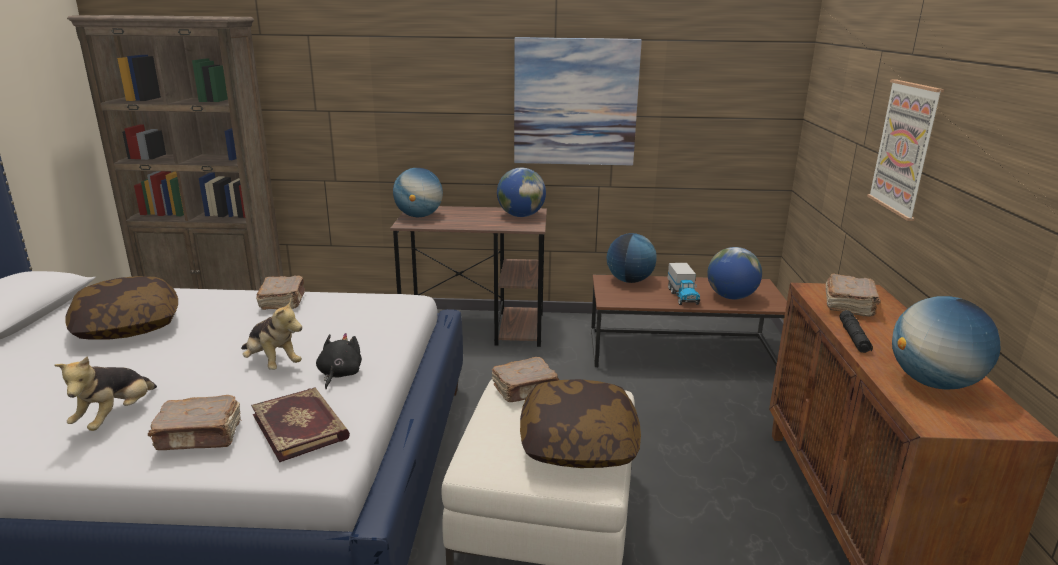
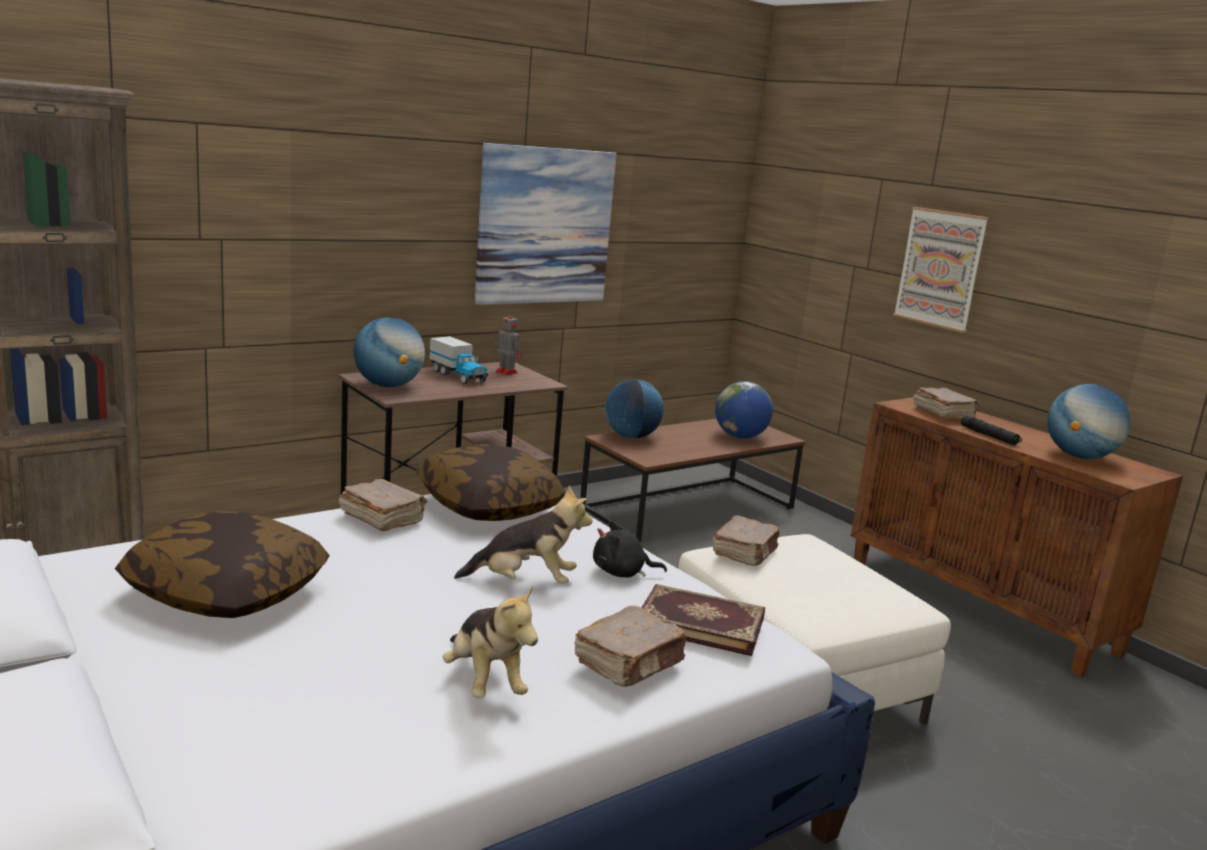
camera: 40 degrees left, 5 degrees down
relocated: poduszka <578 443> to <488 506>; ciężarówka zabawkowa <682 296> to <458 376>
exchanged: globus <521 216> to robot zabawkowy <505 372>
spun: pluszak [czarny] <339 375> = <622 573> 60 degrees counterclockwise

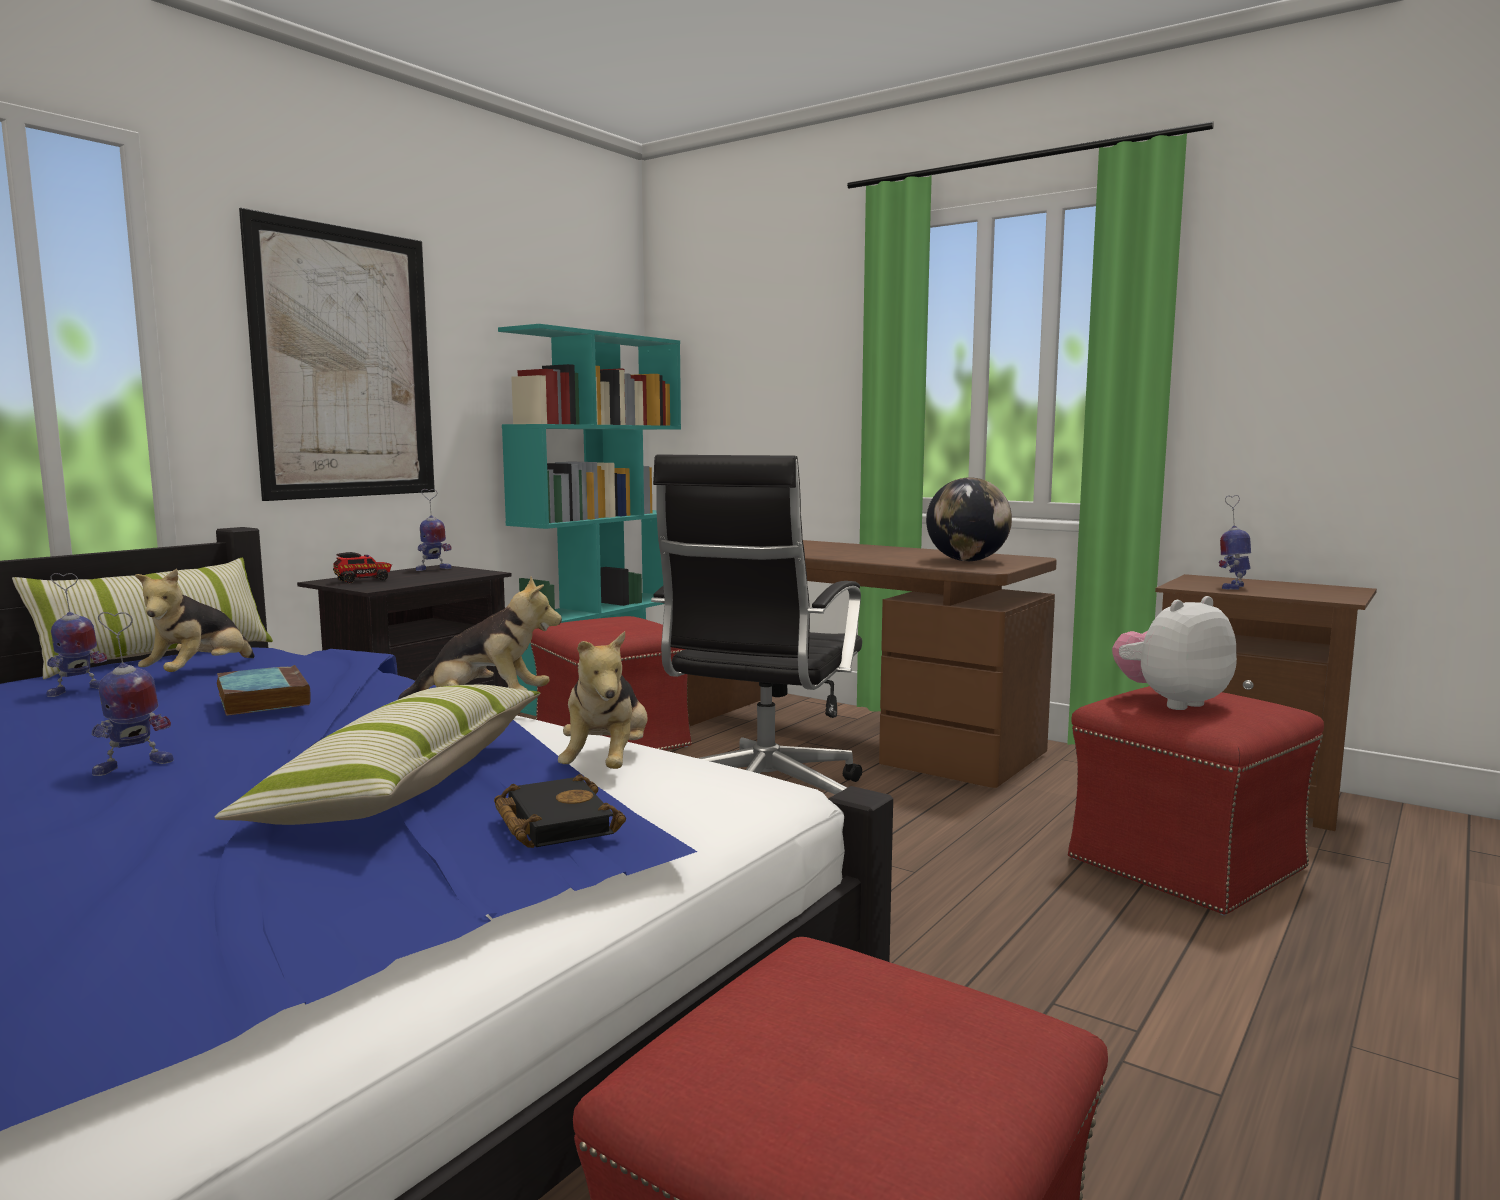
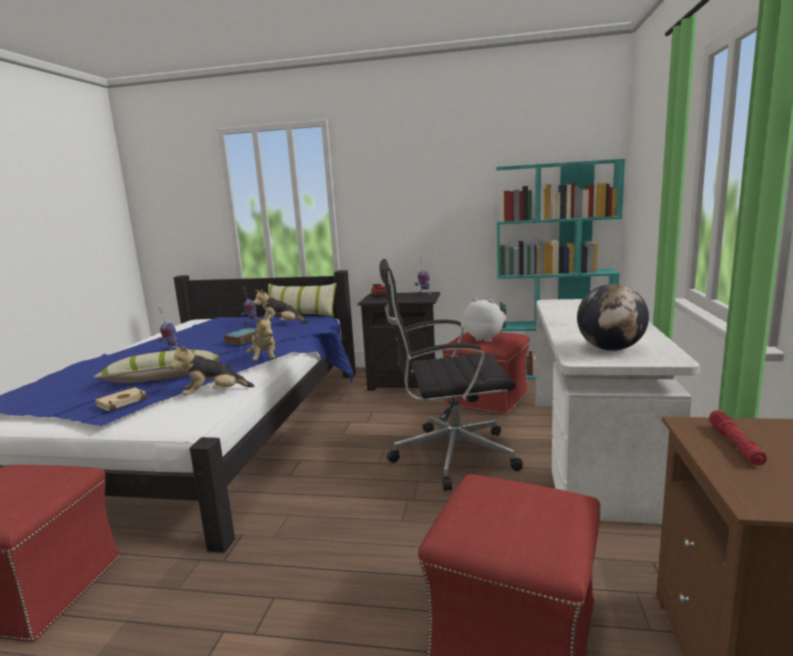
camera: 65 degrees right, 5 degrees up
missing: obraz <345 363>
relocated: pluszak <1171 702> to <486 339>
exchanged: robot zabawkowy <1233 587> to latarka [czerwony] <735 445>
colour: książka [czarny] <552 822> to książka [beżowy] <122 402>; biurko [brązowy] <856 738> to biurko [biały] <594 451>

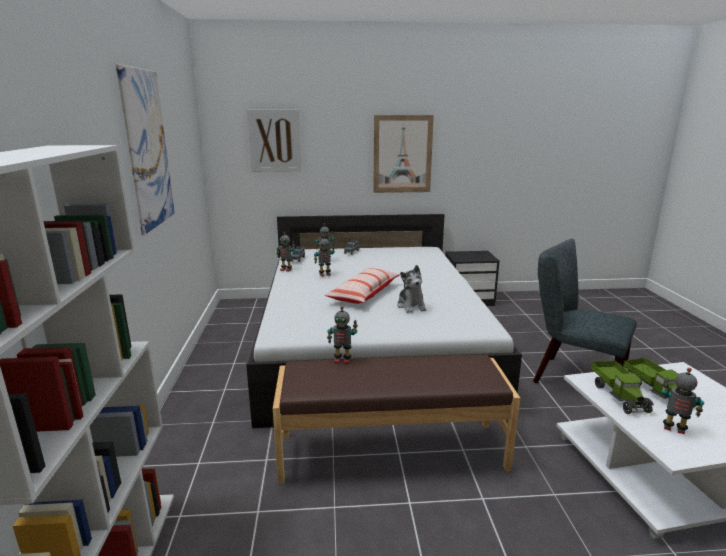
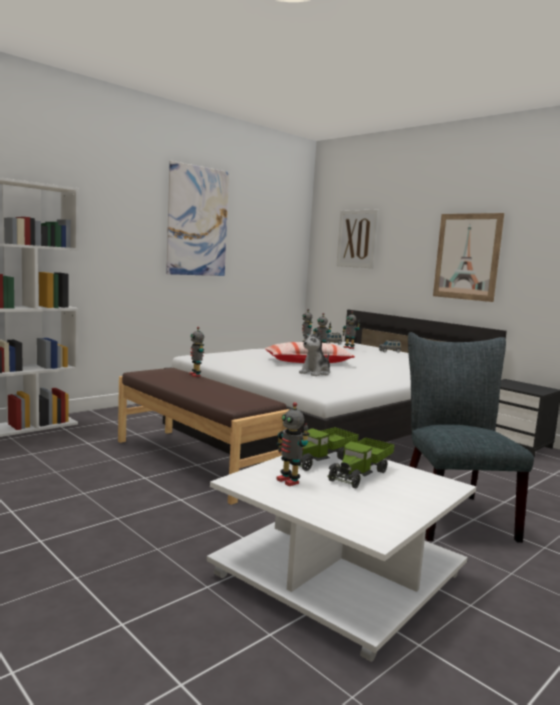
camera: 50 degrees right, 10 degrees down
spun: robot zabawkowy <674 429> = <289 481> 150 degrees clockwise

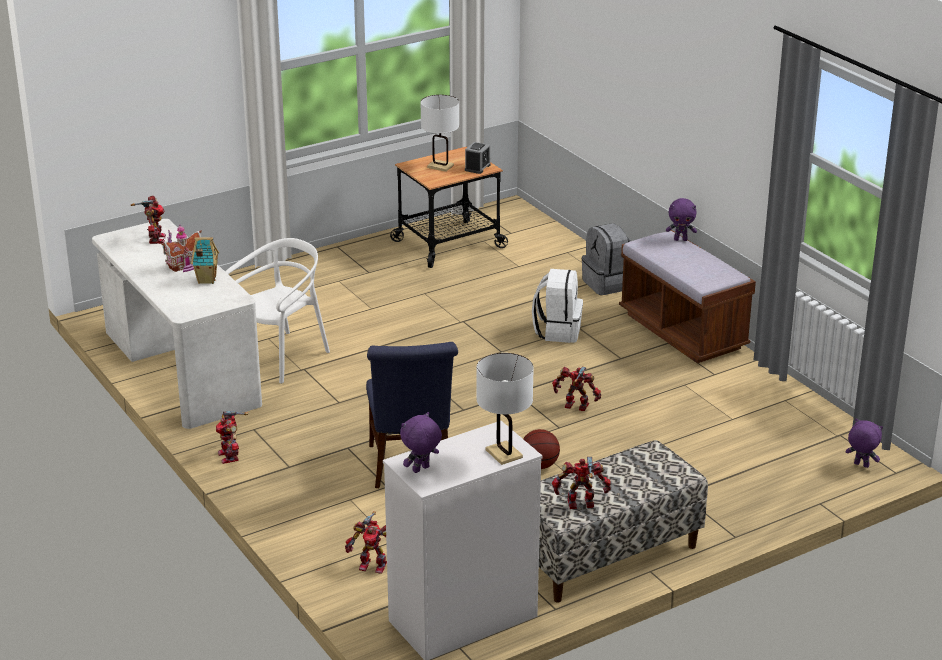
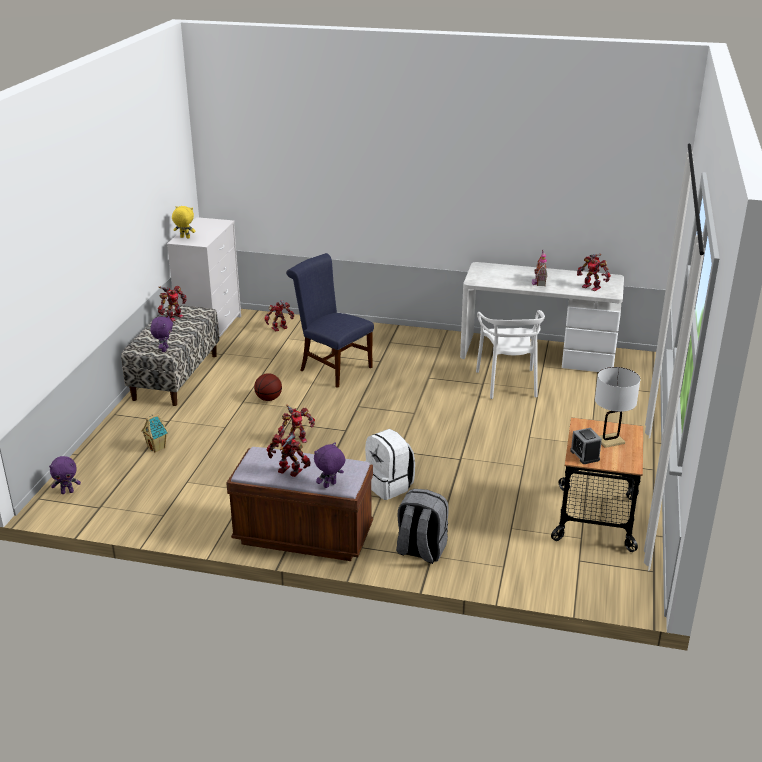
camera: 135 degrees right, 0 degrees up
relocated: domek <206 280> to <157 447>; robot zabawkowy <230 456> to <289 472>; pluszak [fioletowy] <421 470> to <164 349>
exchanged: lampa stołowa [biały] <504 454> to pluszak [żółty] <184 238>

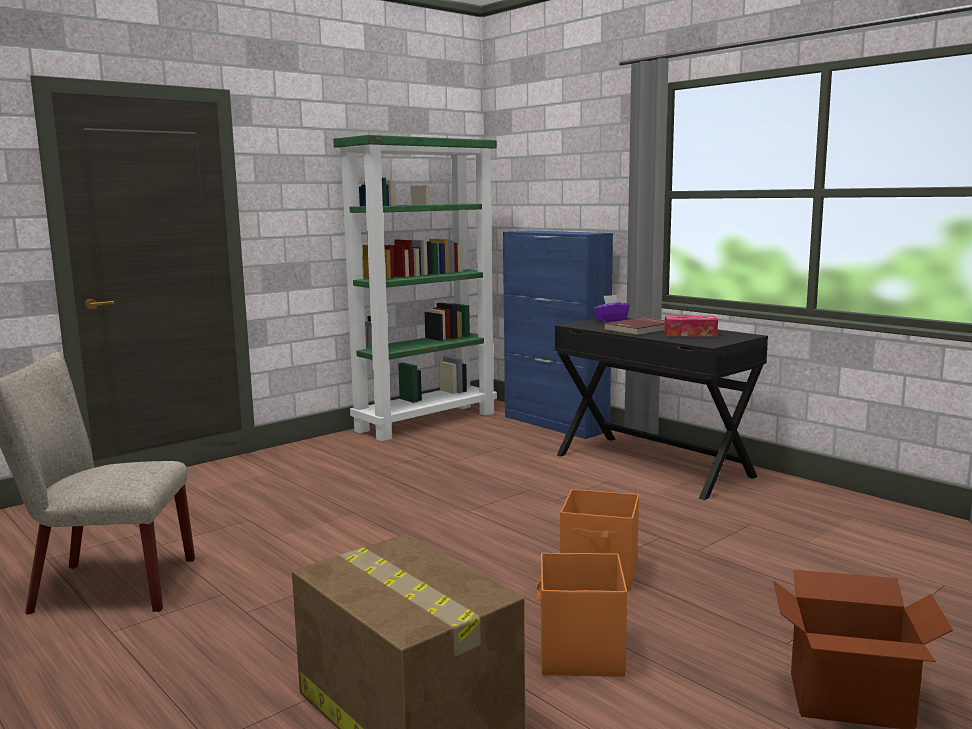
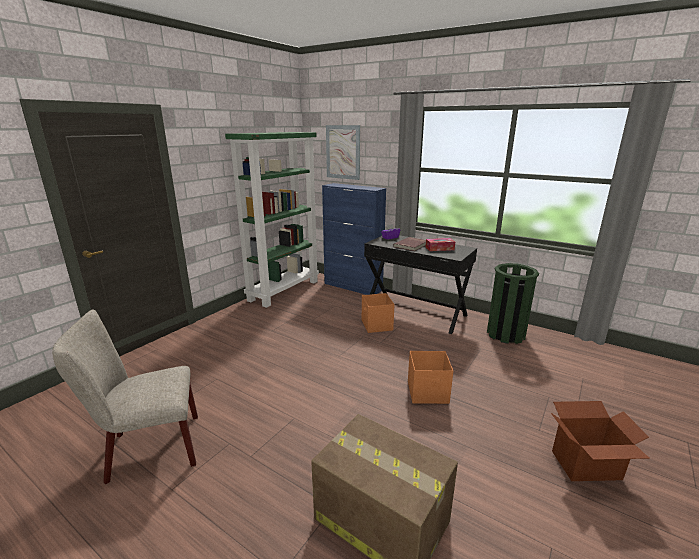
camera: 15 degrees left, 10 degrees up
appeared: obraz <343 152>; kosz na śmieci [zielony] <505 334>
relocated: pojemnik do przechowywania [pomarańczowy] <580 654> to <376 325>

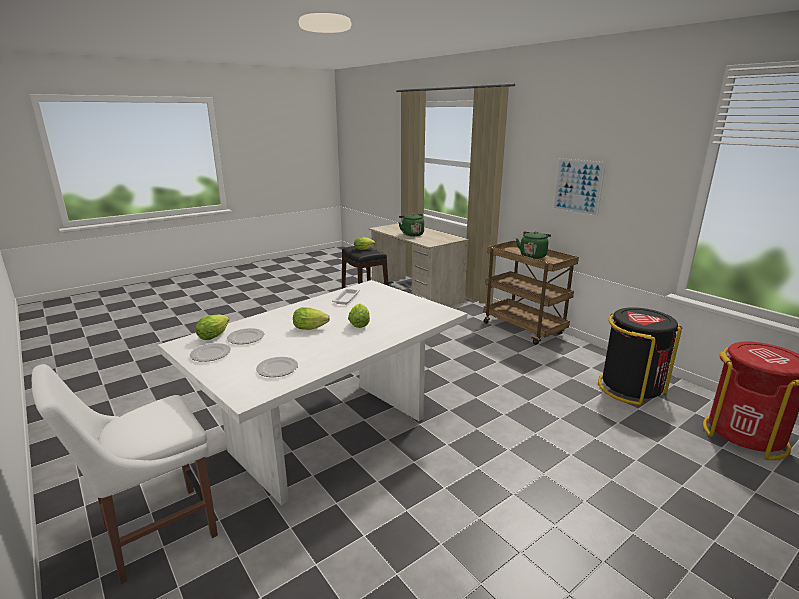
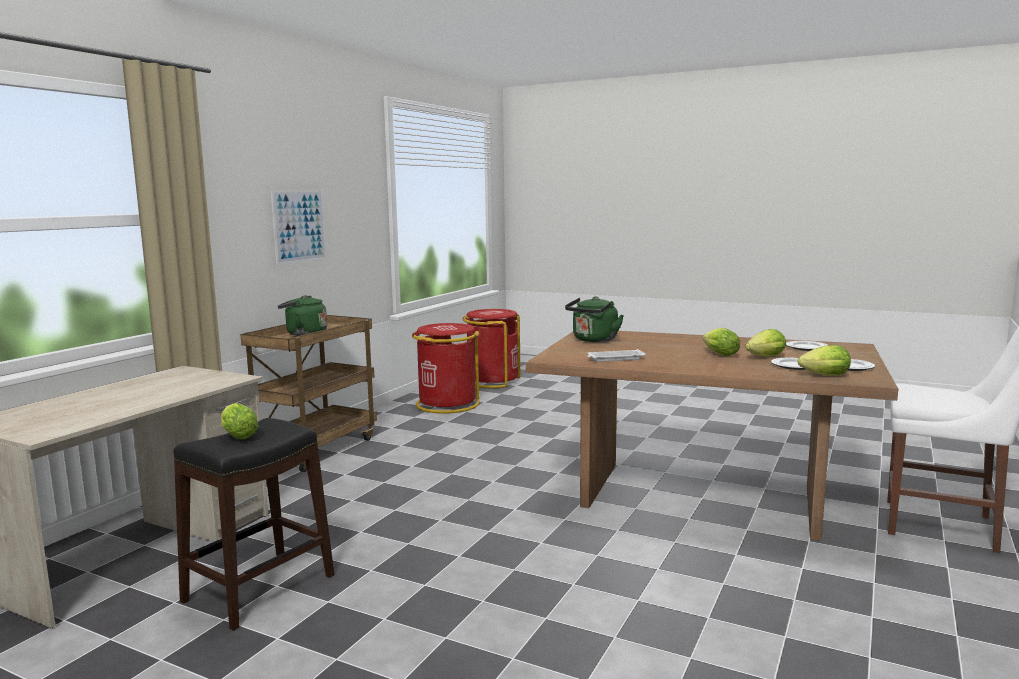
camera: 115 degrees left, 10 degrees down
relocated: sałata <359 323> to <763 357>; czajnik [zielony] <411 234> to <593 340>
colour: stół jadalny [biały] <330 433> to stół jadalny [brązowy] <699 498>; kosz na śmieci [czarny] <630 388> to kosz na śmieci [czerwony] <447 404>

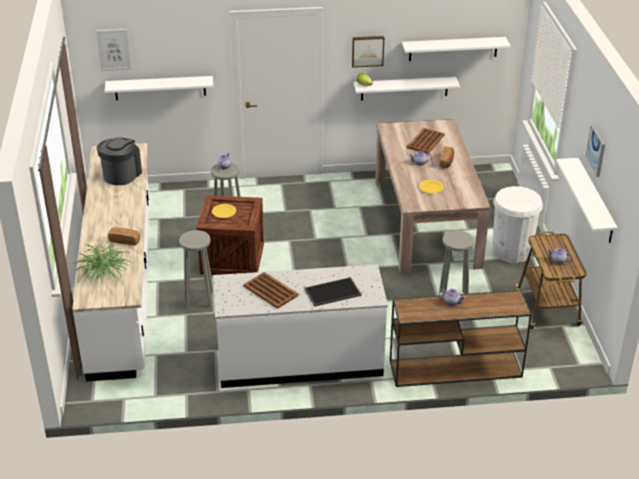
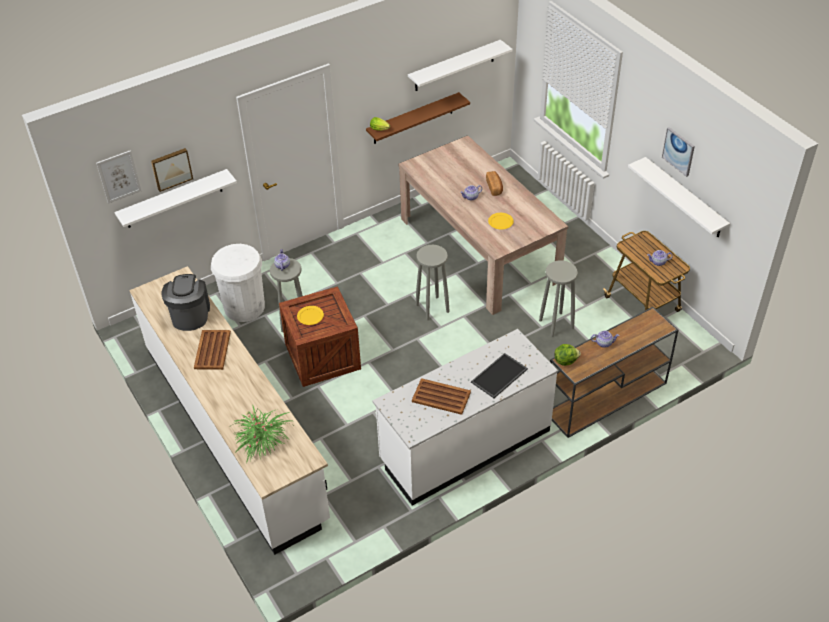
camera: 25 degrees left, 10 degrees up
missing: chleb <125 240>
appeared: sałata <565 360>
relocated: stołek [szary] <199 298> to <432 307>; obraz <367 50> to <171 168>; taca [brązowy] <425 141> to <212 350>; kosz na śmieci [biały] <511 251> to <244 307>
colour: półka [biały] <404 88> to półka [brązowy] <413 119>

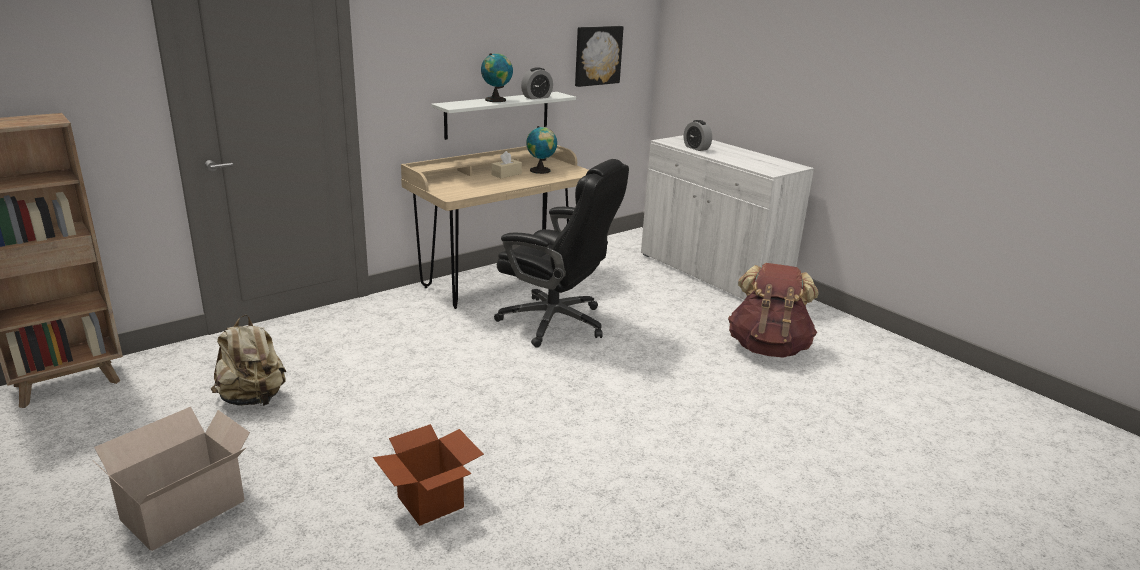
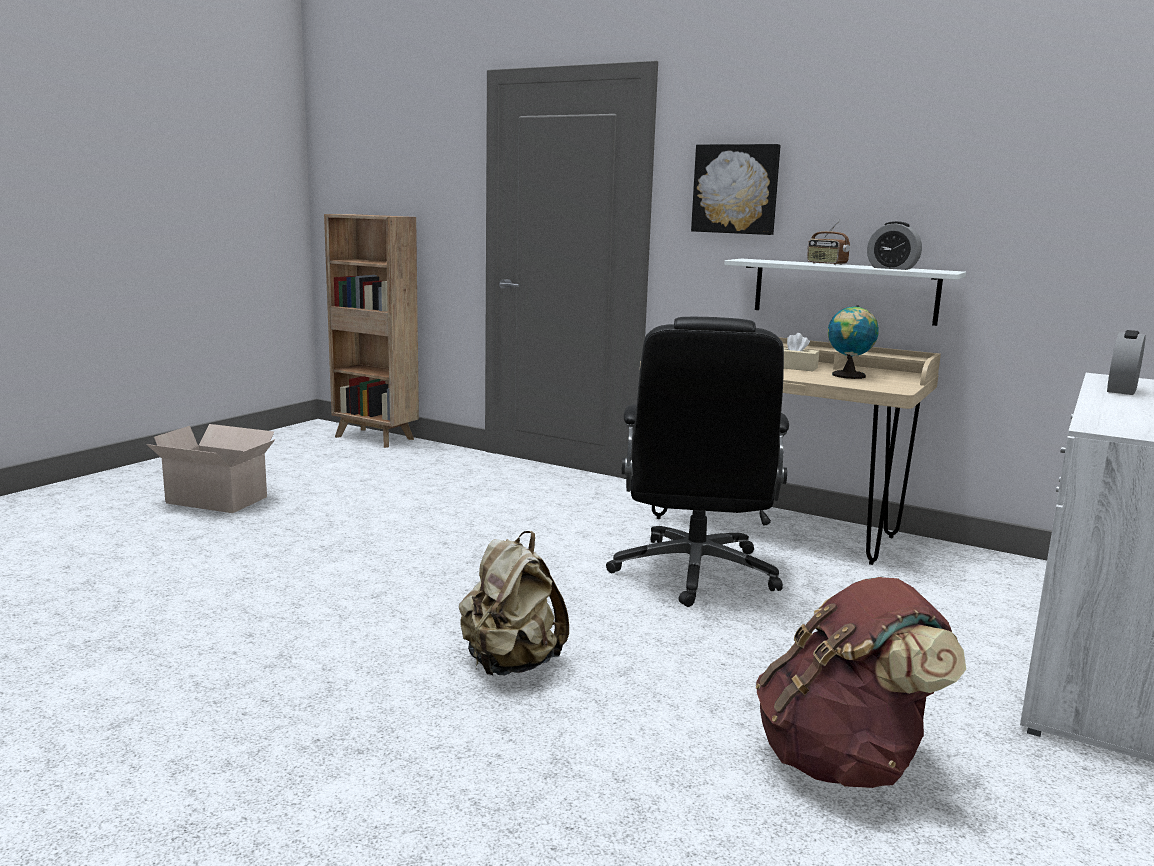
camera: 70 degrees right, 10 degrees down
missing: karton <430 502>
relocated: plecak [beżowy] <253 399> to <510 664>; obraz <597 55> to <736 189>
exchanged: globus <497 100> to radio <826 264>

